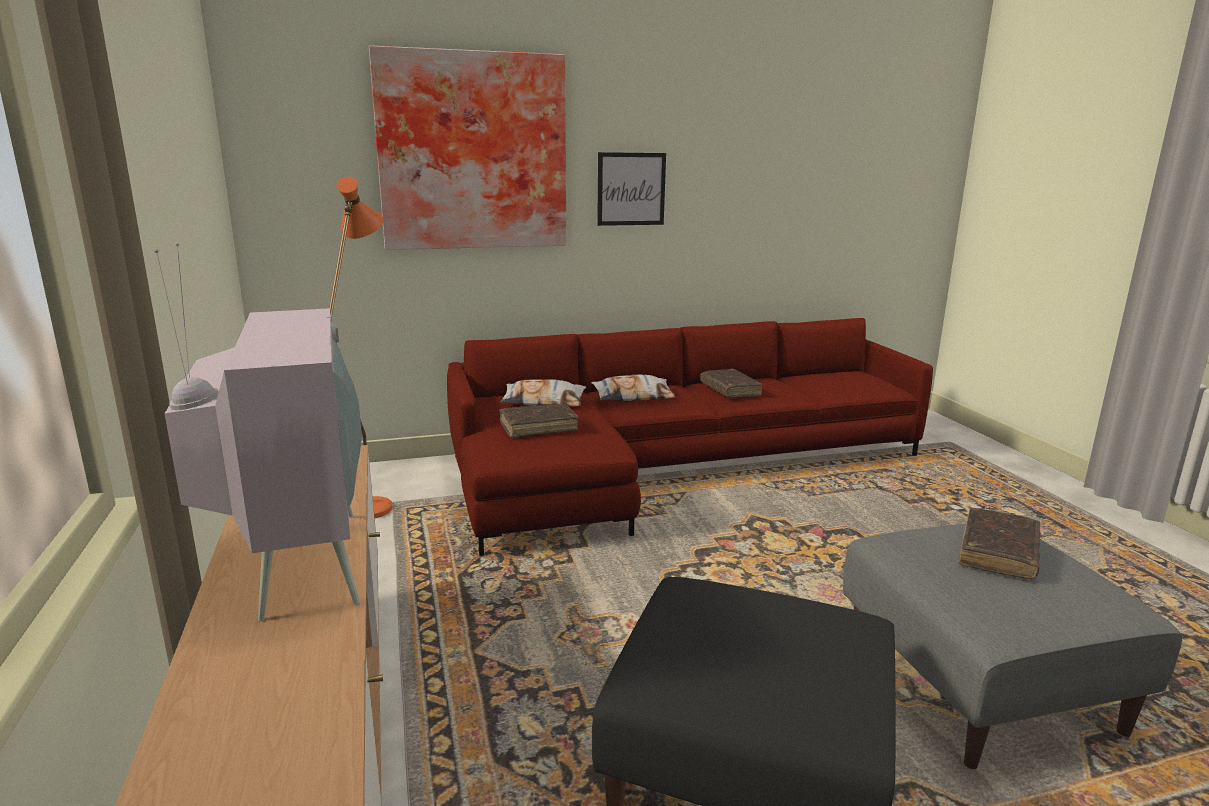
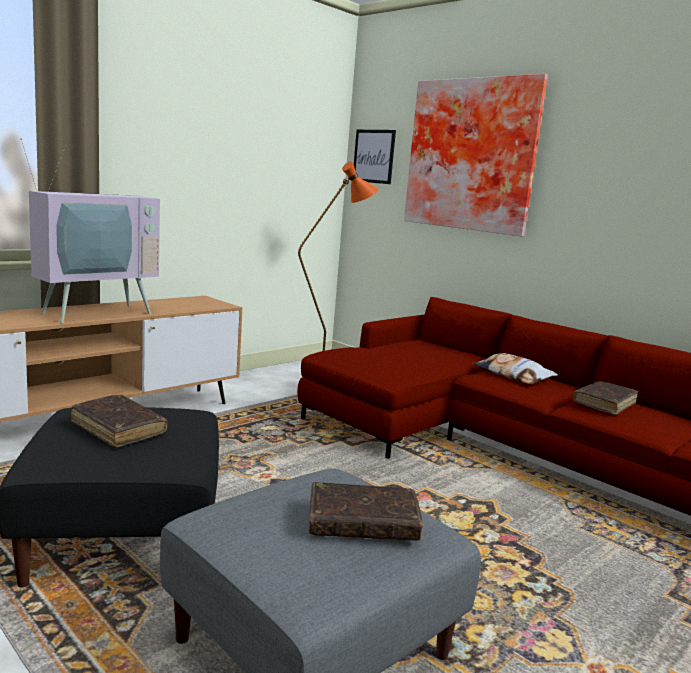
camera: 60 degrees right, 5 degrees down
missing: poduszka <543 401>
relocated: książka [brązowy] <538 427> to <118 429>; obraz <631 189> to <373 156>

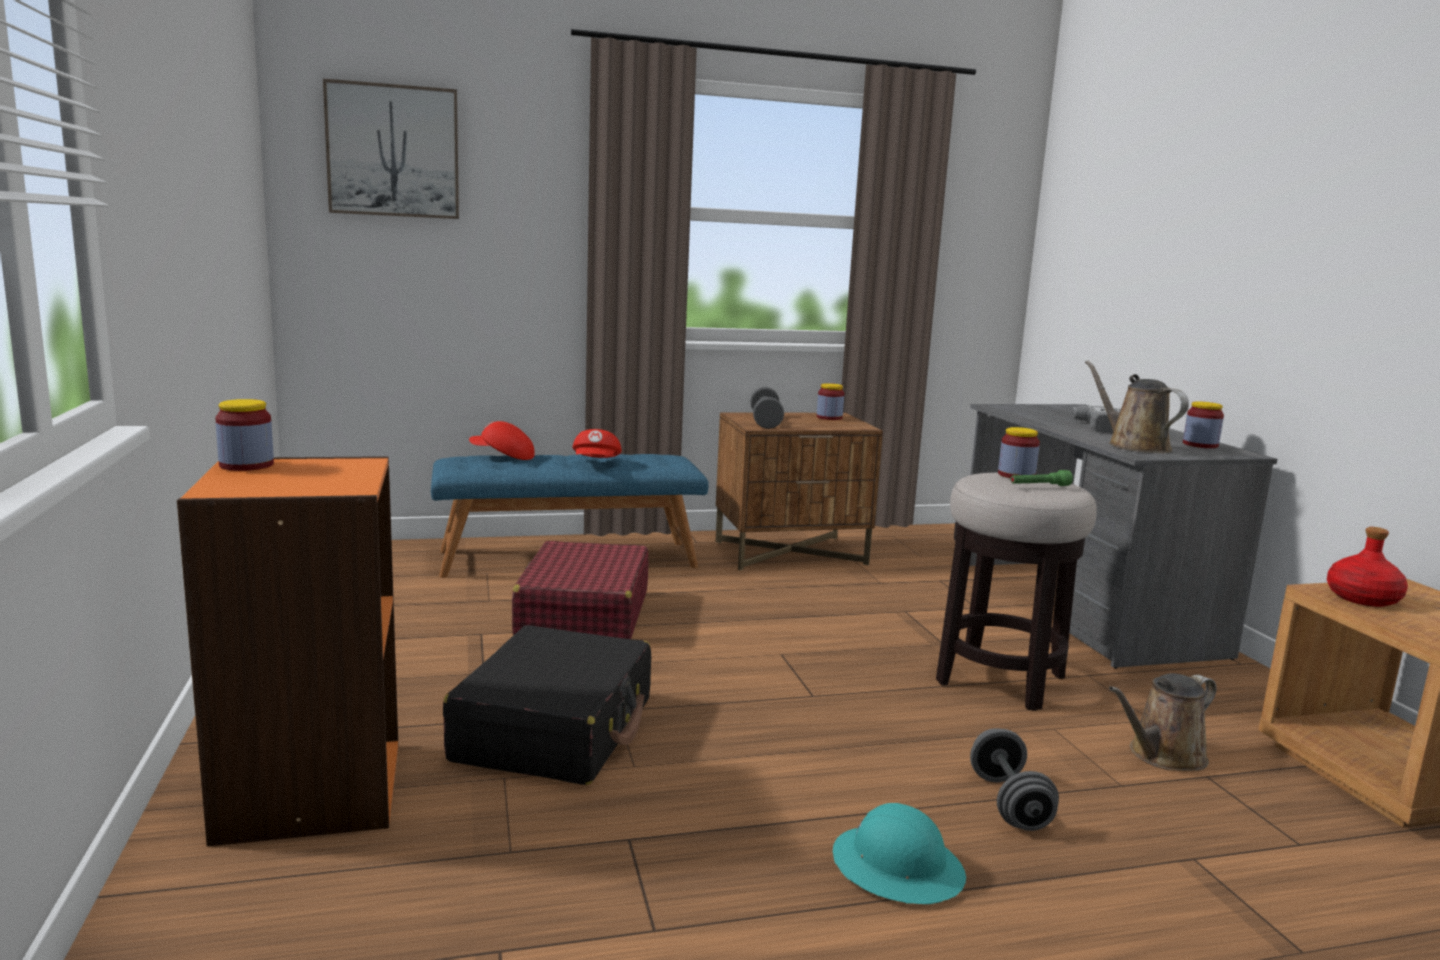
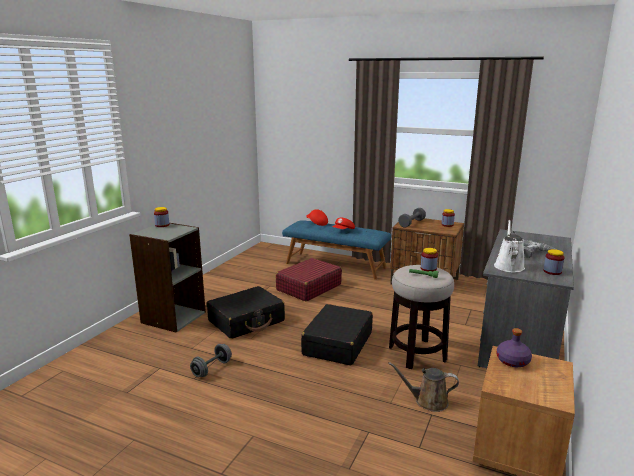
camera: 40 degrees right, 5 degrees up
missing: obraz <393 151>; kask [turkusowy] <897 867>
appeared: walizka [czarny] <337 344>
relocated: hantel [szary] <1009 803> to <212 369>
colour: regał [pomarańczowy] <308 790> to regał [szary] <173 317>; konewka [brązowy] <1133 446> to konewka [biały] <508 266>; butelka [czerwony] <1363 598> to butelka [fioletowy] <513 361>

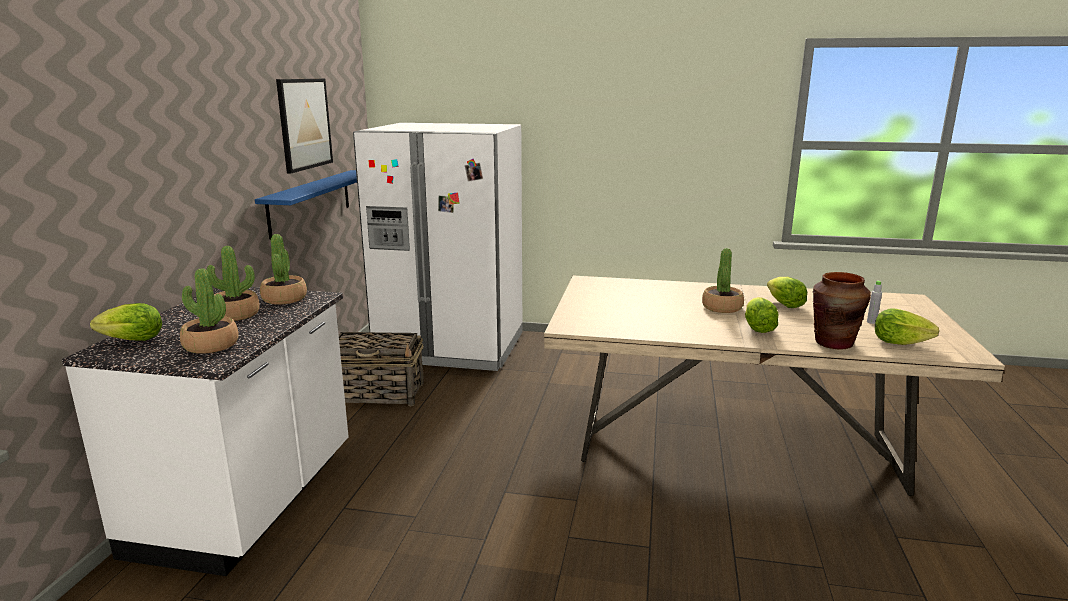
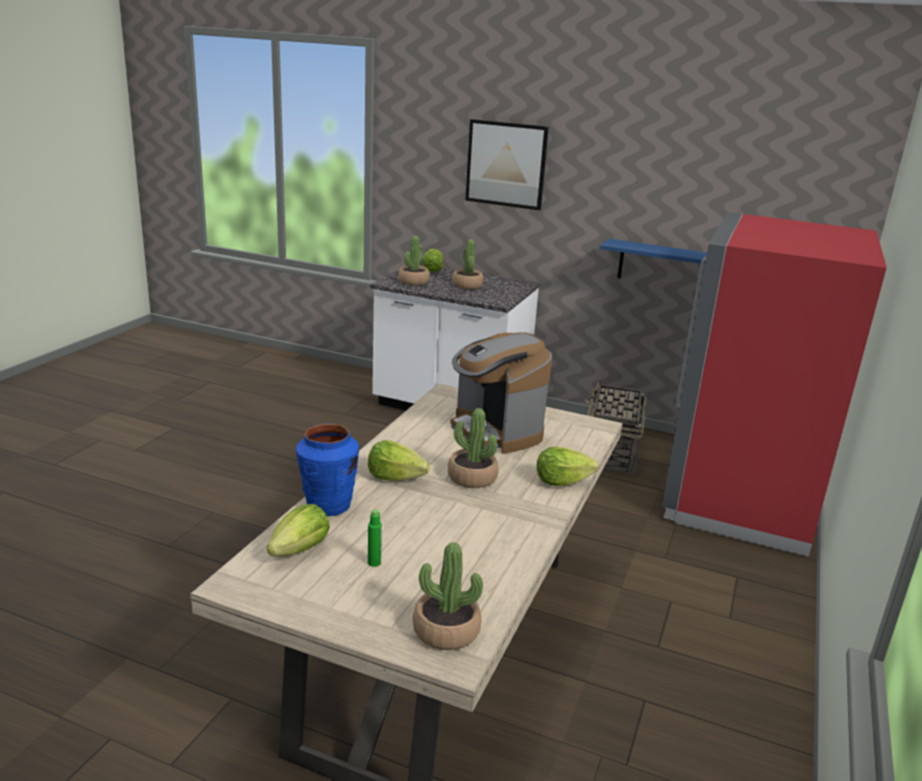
camera: 100 degrees right, 5 degrees up
appeared: ekspres do kawy <496 431>
relocated: roślina doniczkowa <284 299> to <446 631>; obraz <304 124> to <506 164>; sałata <784 305> to <561 482>
colour: lodówka [biały] <451 347> to lodówka [czerwony] <738 499>; wazon [brązowy] <833 343> to wazon [niebieski] <328 506>; butelka [szary] <871 322> to butelka [zielony] <374 563>

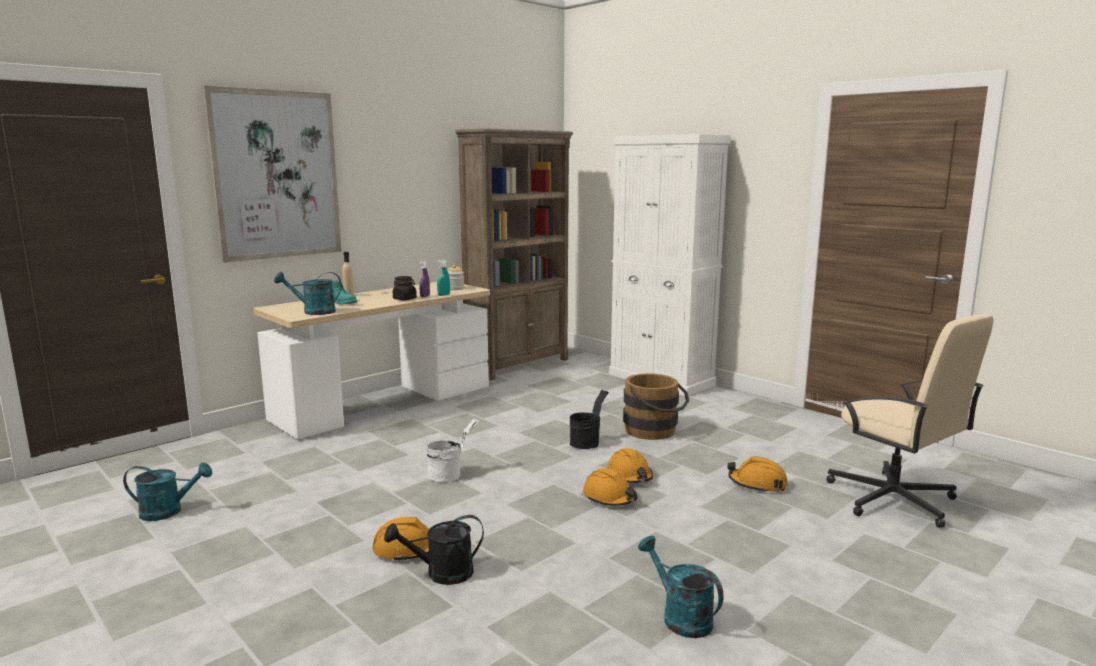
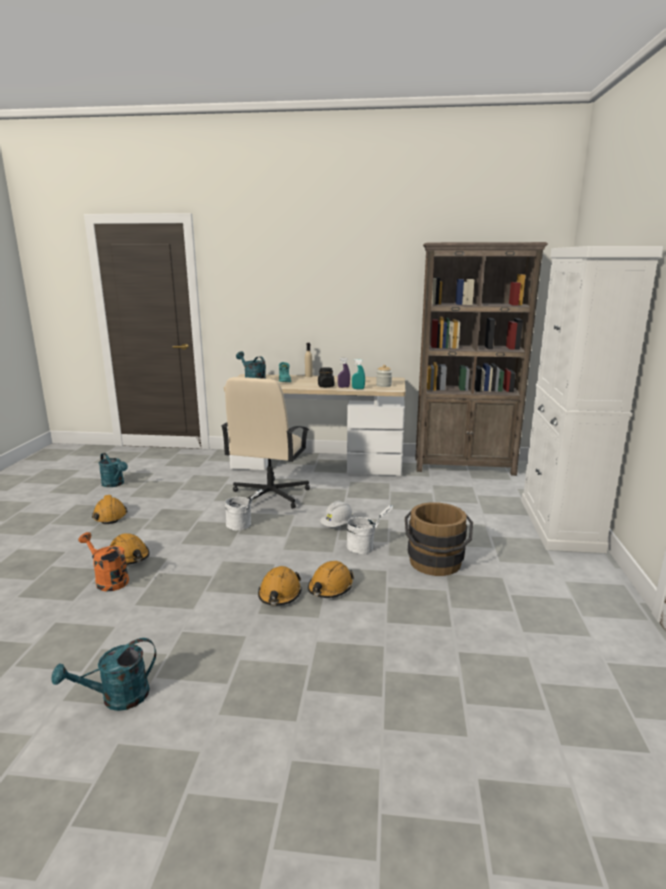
camera: 50 degrees right, 5 degrees up
missing: obraz <276 175>
appeared: kask [biały] <337 525>
relocated: kask [pomarańczowy] <757 484> to <110 515>; krzesło biurowe [beżowy] <893 499> to <269 496>
colour: konewka [czarny] <441 574> to konewka [pomarańczowy] <108 580>; wiadro [czarny] <587 443> to wiadro [biały] <365 547>
spun: konewka [turkusowy] <680 617> = <117 698> 135 degrees counterclockwise

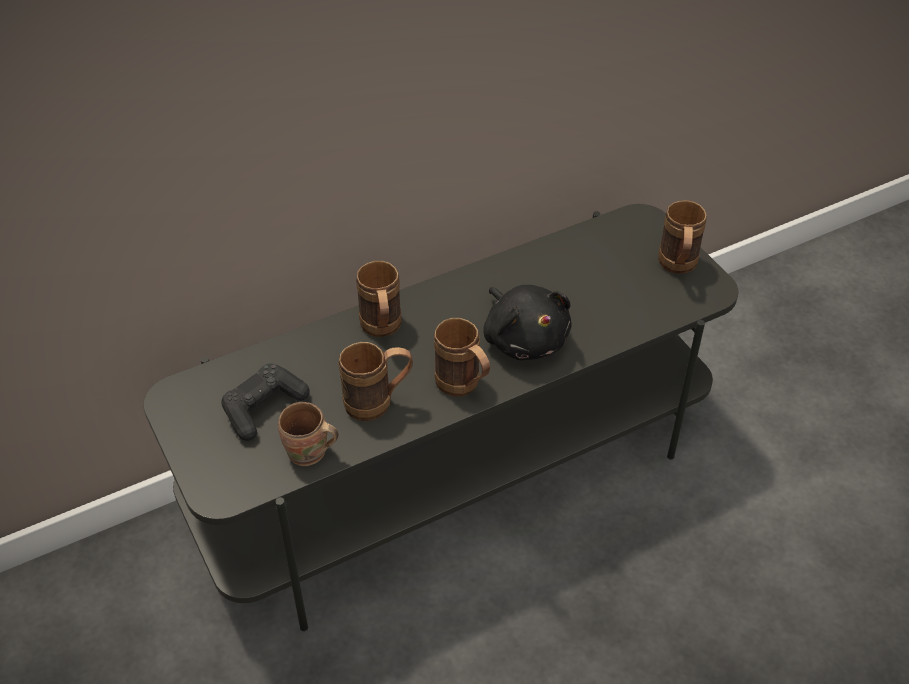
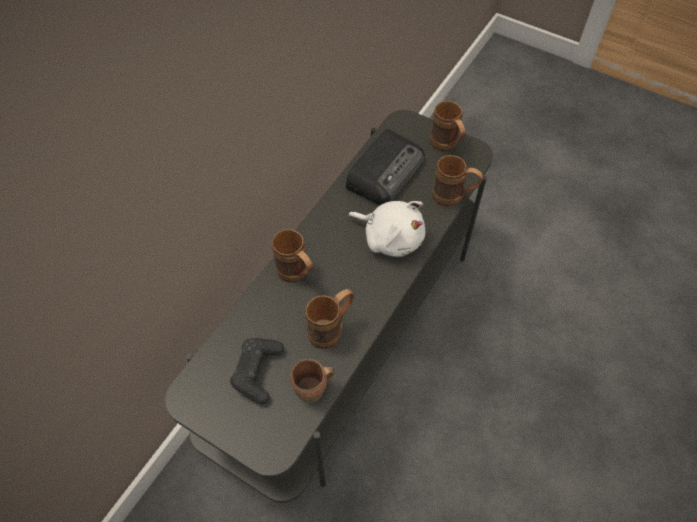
camera: 30 degrees left, 10 degrees up
appeared: radio <386 171>
relocated: kubek [brązowy] <463 388> to <453 198>
colour: pluszak [czarny] <524 338> to pluszak [biały] <390 238>

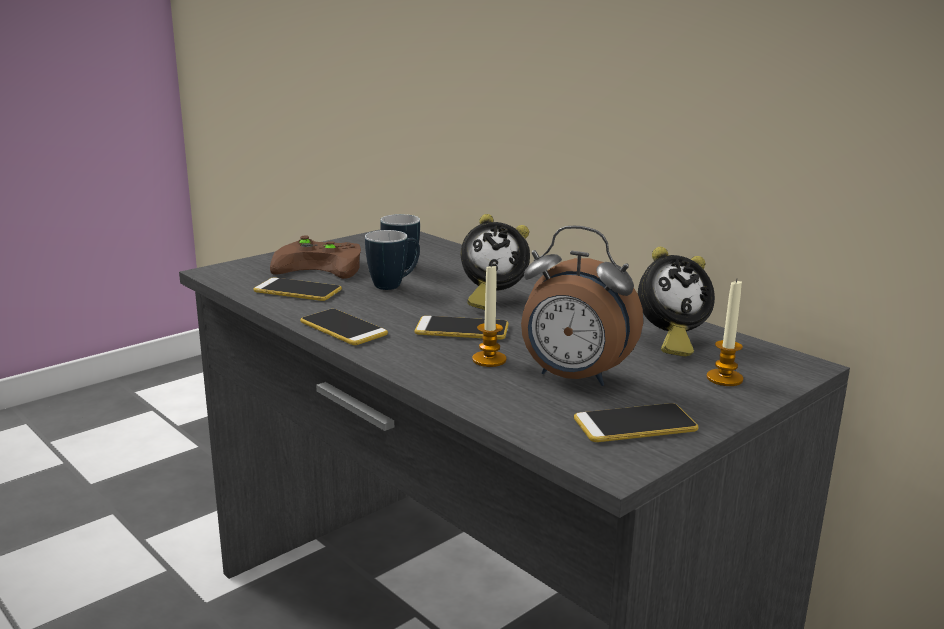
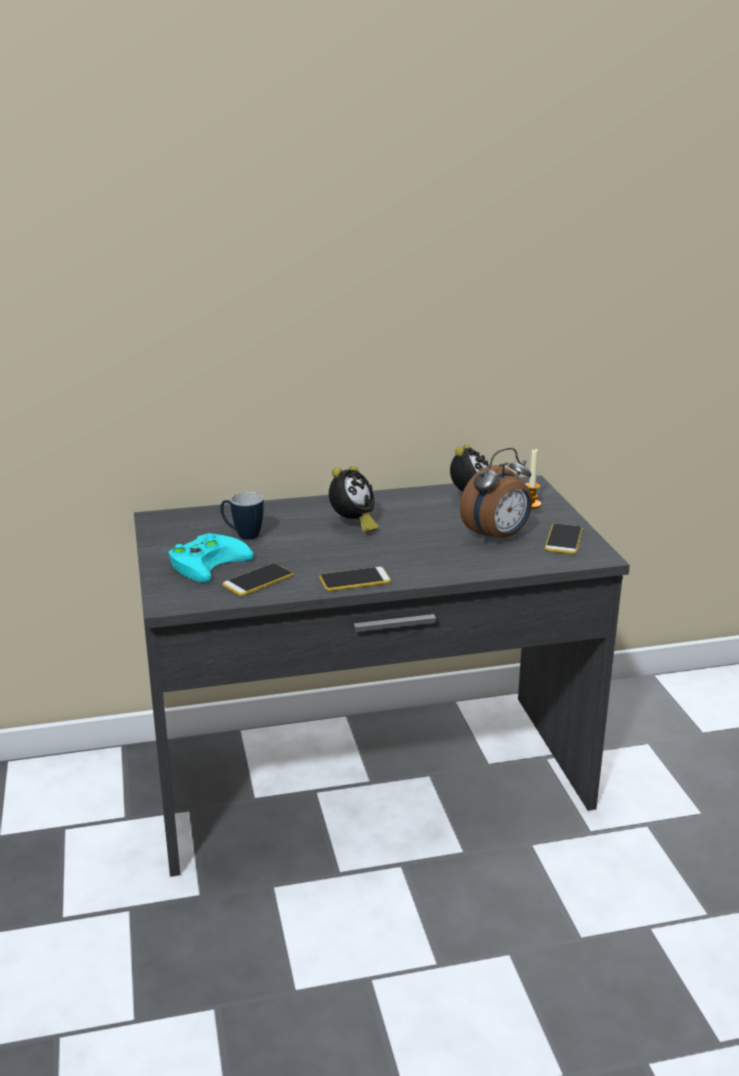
camera: 60 degrees left, 5 degrees up
missing: kubek <394 285>; telefon <462 329>; świeca <489 360>
colour: pad do gier [brązowy] <323 265> to pad do gier [turkusowy] <208 561>

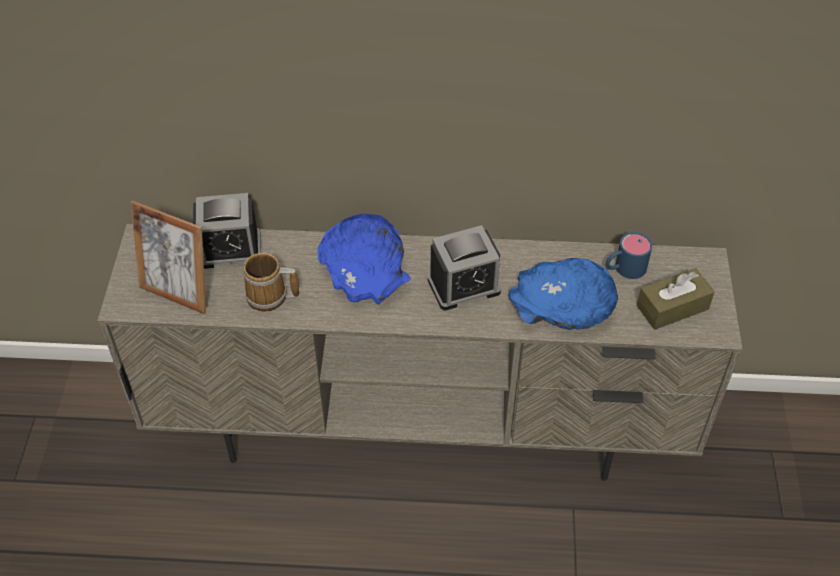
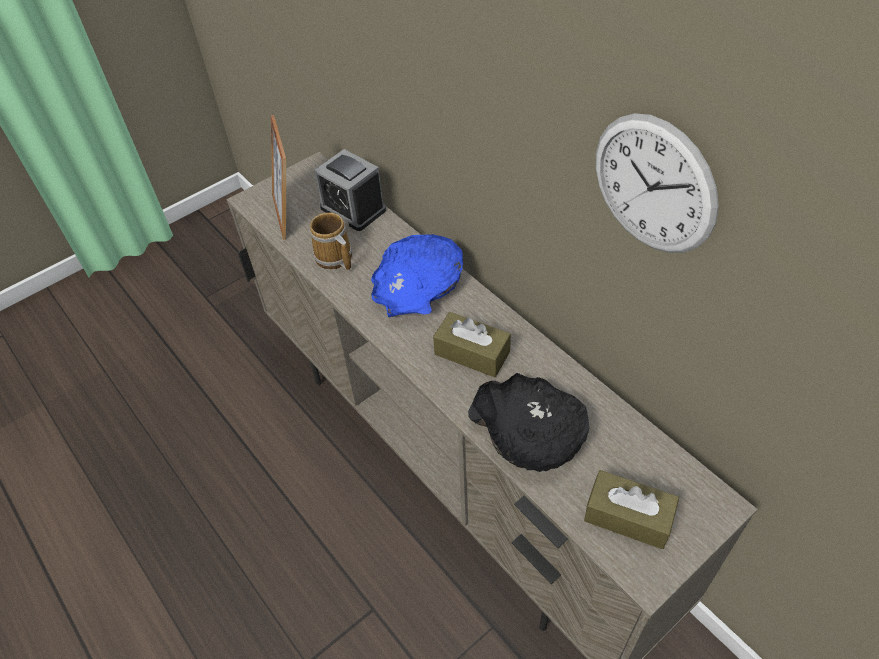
camera: 50 degrees right, 0 degrees up
missing: kubek [niebieski] <624 269>
appeared: zegar ścienny <653 185>
exchanged: budzik <464 286> to pudełko chusteczek [brązowy] <472 353>
colour: miska [niebieski] <562 306> to miska [czarny] <529 432>

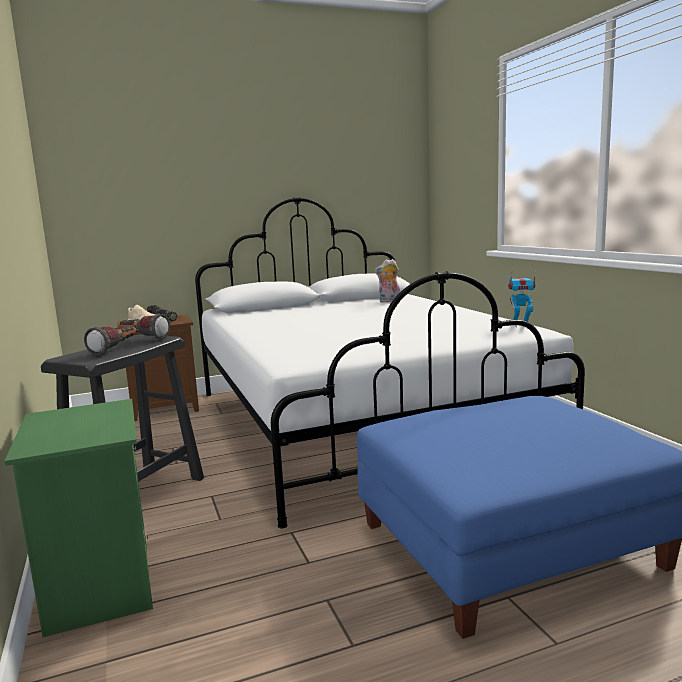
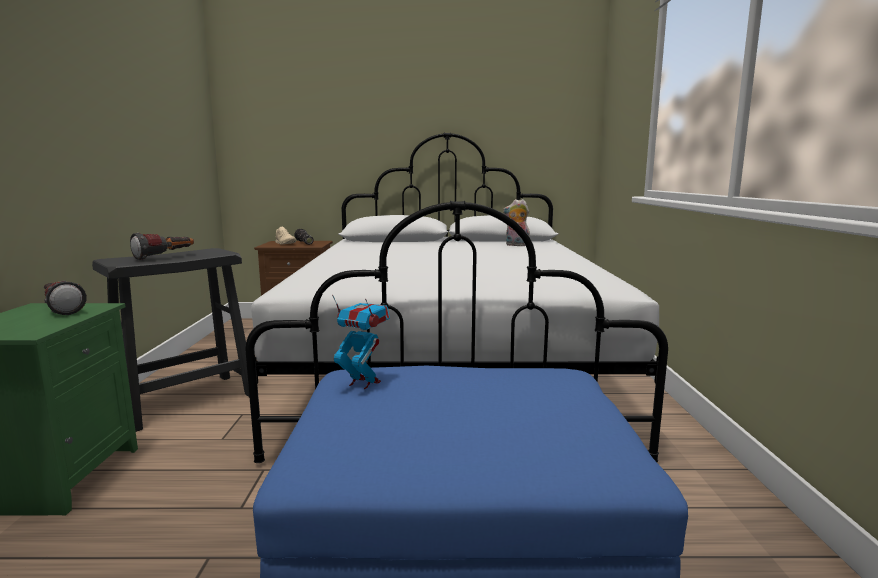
camera: 20 degrees right, 0 degrees up
relocated: latarka <142 338> to <60 309>; robot zabawkowy <520 325> to <363 383>

